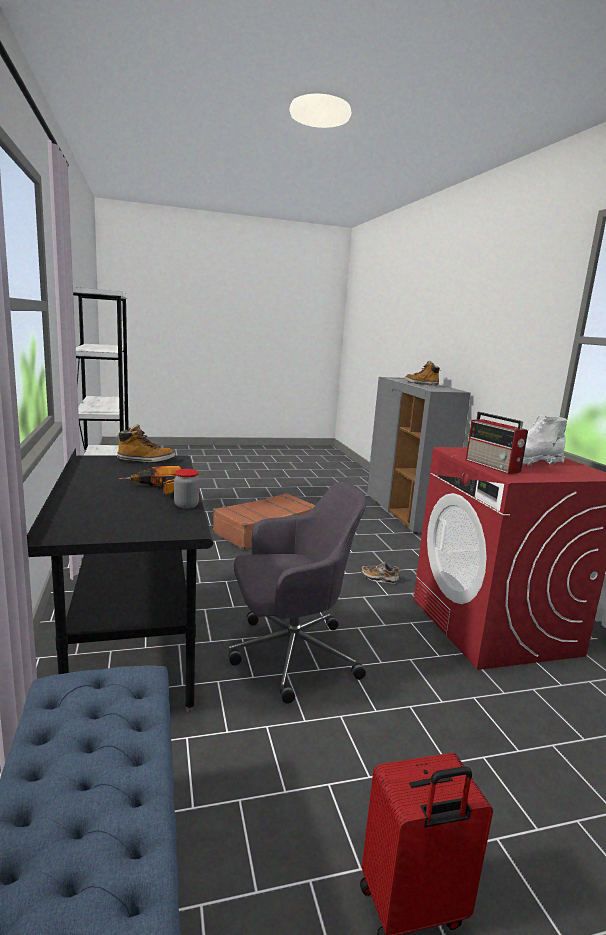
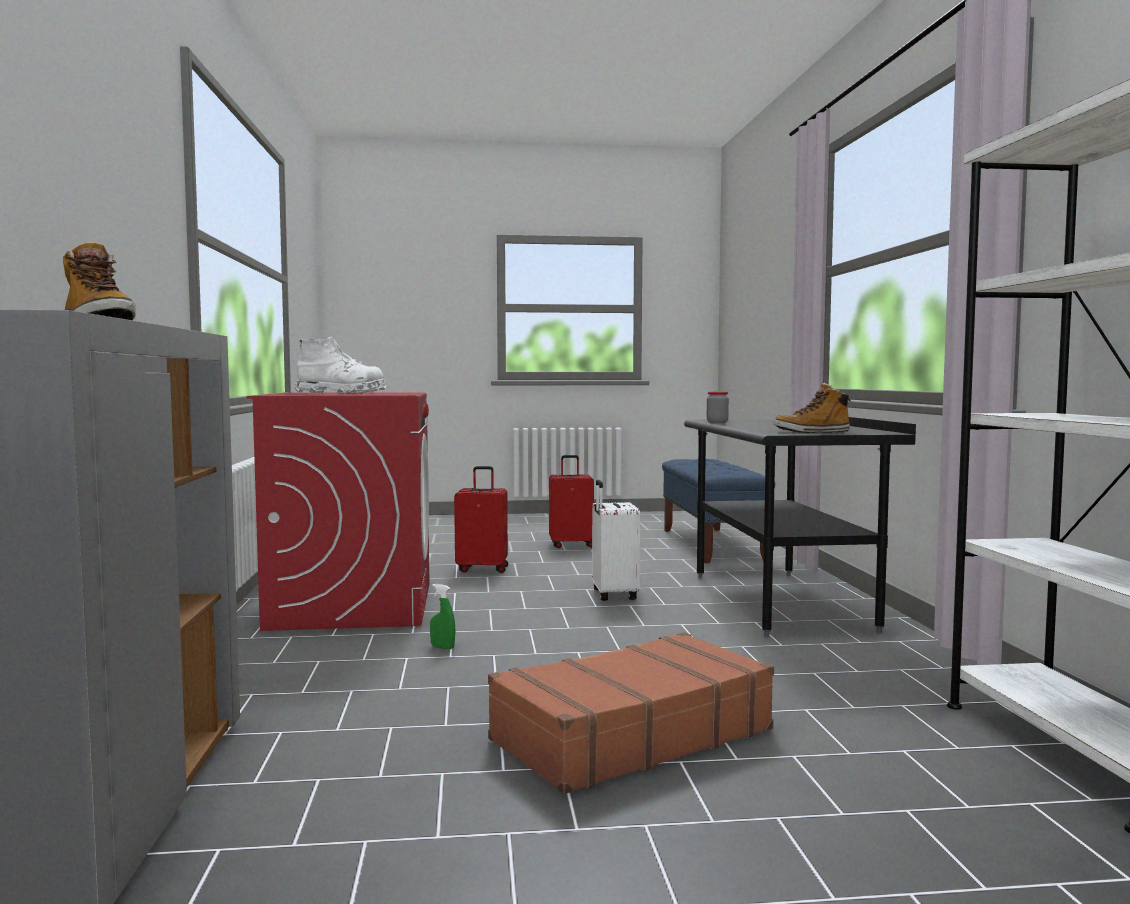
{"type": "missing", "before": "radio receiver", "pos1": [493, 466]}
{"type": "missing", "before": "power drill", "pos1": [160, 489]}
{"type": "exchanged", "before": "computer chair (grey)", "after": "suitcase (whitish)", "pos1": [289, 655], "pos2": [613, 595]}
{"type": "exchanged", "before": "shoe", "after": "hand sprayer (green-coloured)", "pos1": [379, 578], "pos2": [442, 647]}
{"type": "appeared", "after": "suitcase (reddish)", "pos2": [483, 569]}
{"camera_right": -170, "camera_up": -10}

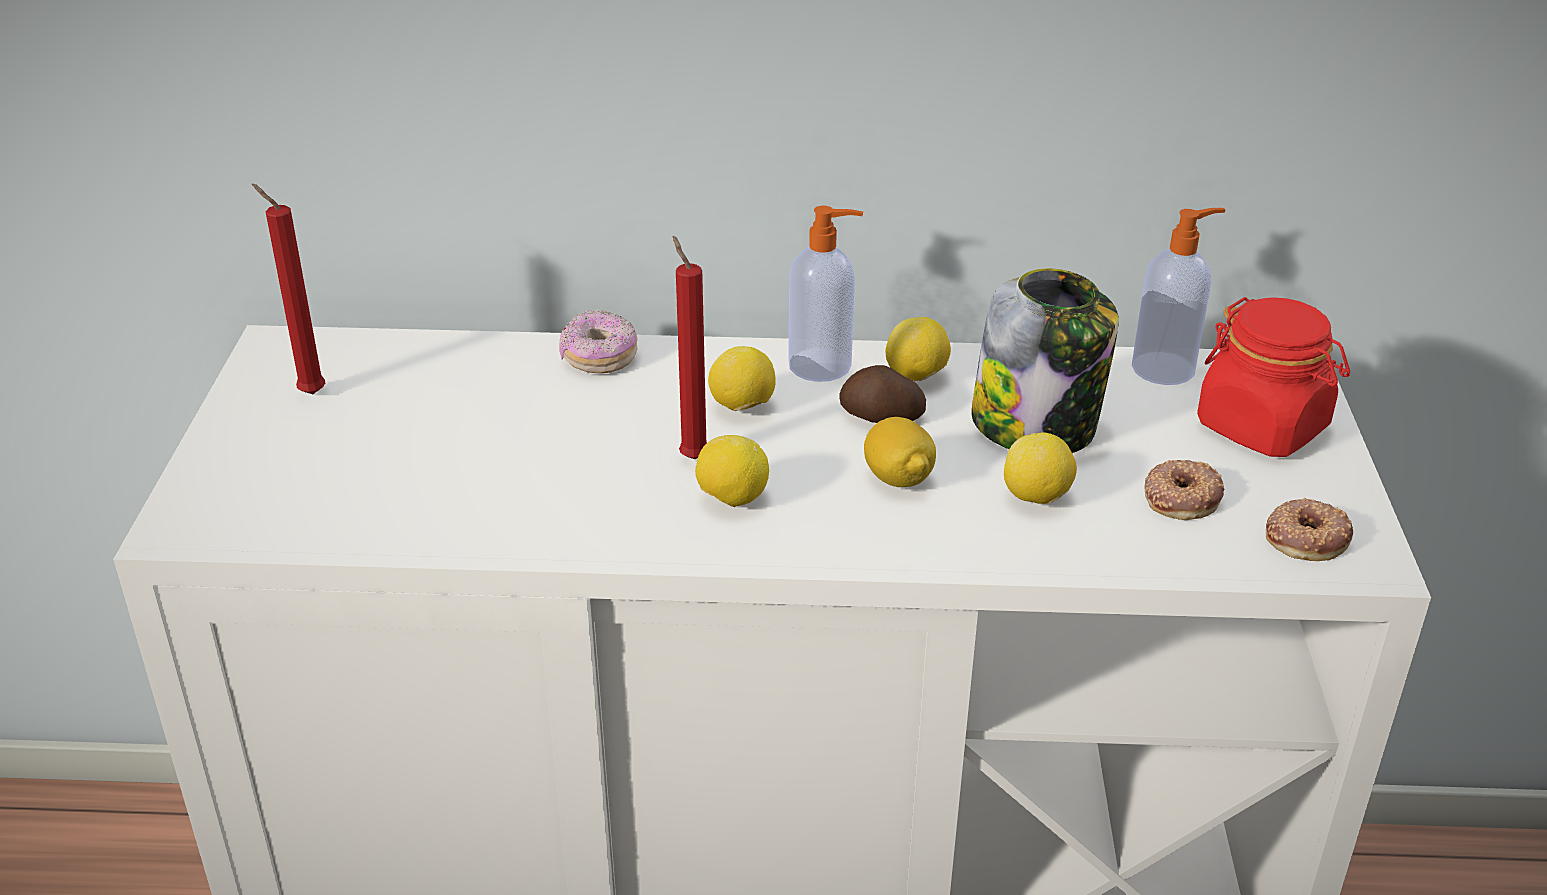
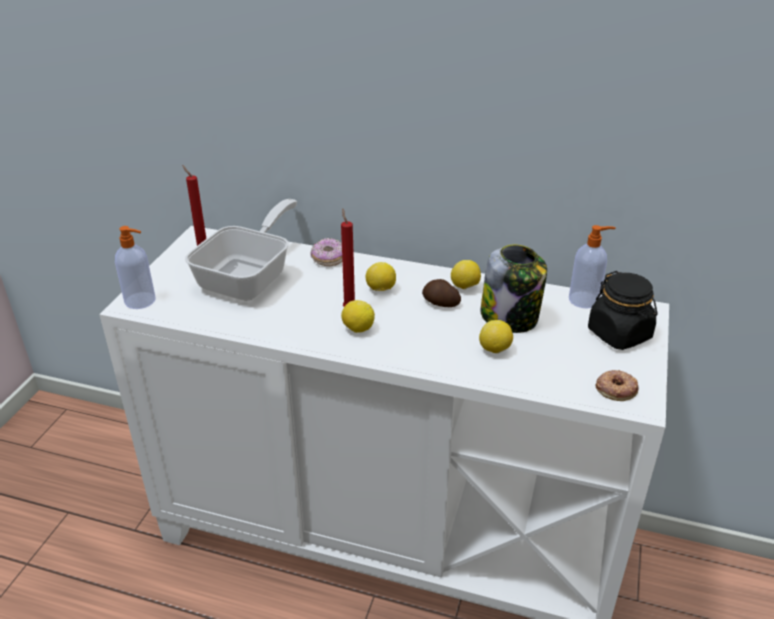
{"type": "relocated", "before": "soap bottle", "pos1": [822, 365], "pos2": [141, 301]}
{"type": "colour", "before": "storage jar (reddish)", "after": "storage jar (black)", "pos1": [1262, 427], "pos2": [619, 334]}
{"type": "missing", "before": "whole lemon", "pos1": [898, 478]}
{"type": "missing", "before": "doughnut", "pos1": [1181, 497]}
{"type": "appeared", "after": "frying pan", "pos2": [250, 277]}
{"camera_right": 15, "camera_up": 0}

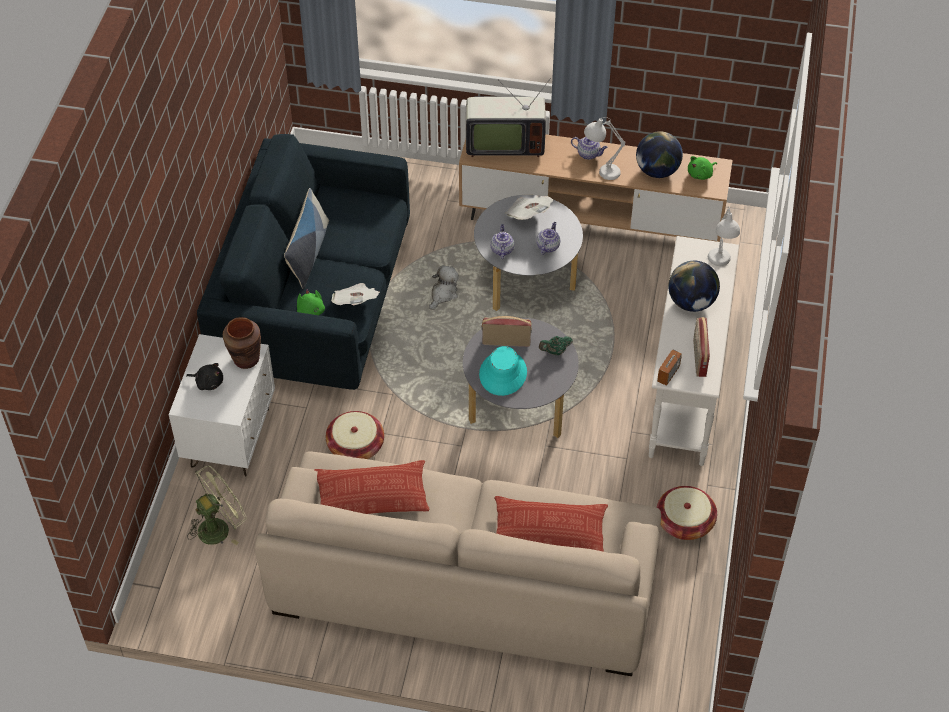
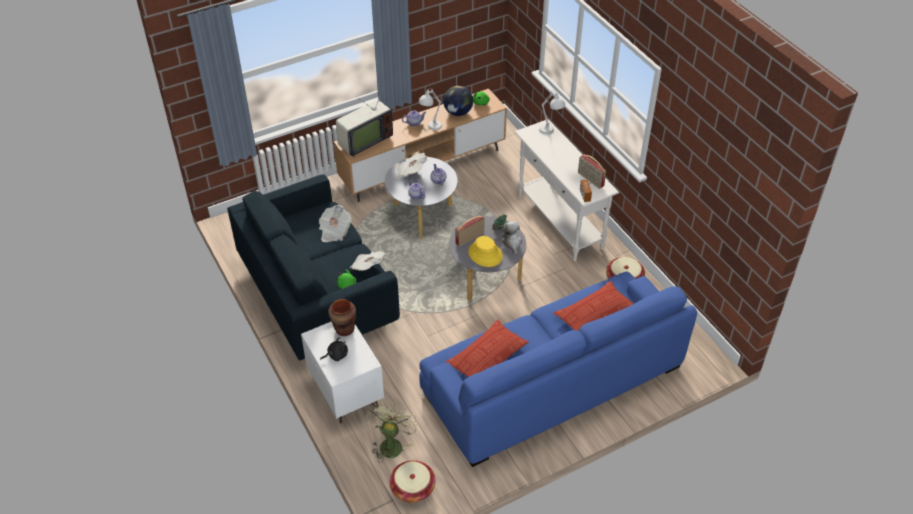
{"type": "missing", "before": "throw pillow", "pos1": [308, 253]}
{"type": "missing", "before": "desk globe", "pos1": [691, 302]}
{"type": "relocated", "before": "plush toy", "pos1": [443, 294], "pos2": [511, 242]}
{"type": "colour", "before": "wearable hat (turquoise-coloured)", "after": "wearable hat (yellow)", "pos1": [502, 373], "pos2": [485, 254]}
{"type": "relocated", "before": "household basket", "pos1": [355, 446], "pos2": [412, 488]}
{"type": "colour", "before": "couch (beige)", "after": "couch (bluish)", "pos1": [464, 580], "pos2": [552, 379]}
{"type": "appeared", "after": "daily paper", "pos2": [334, 231]}
{"camera_right": -40, "camera_up": -5}

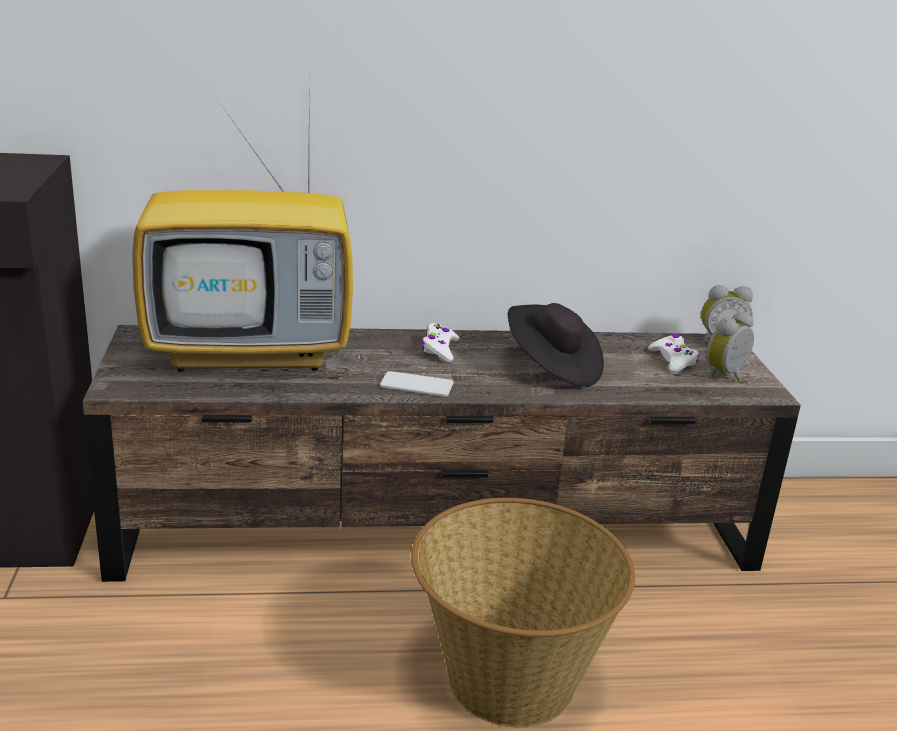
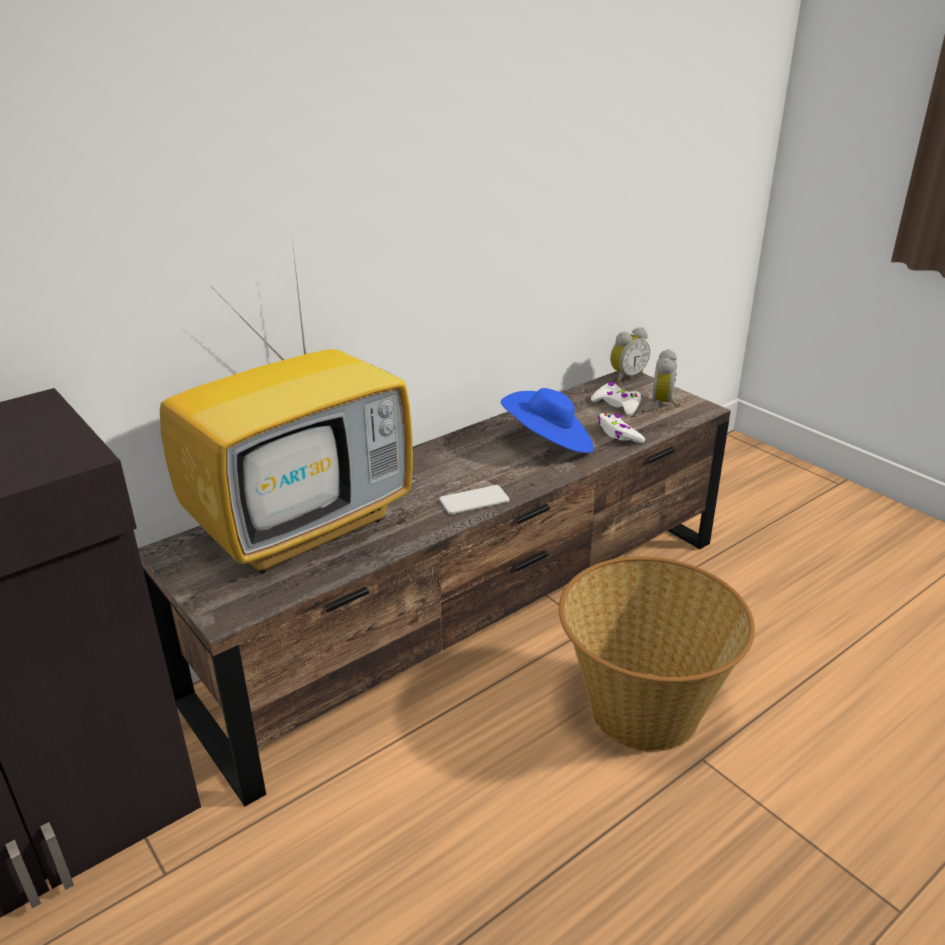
{"type": "colour", "before": "wearable hat (black)", "after": "wearable hat (bluish)", "pos1": [552, 367], "pos2": [548, 443]}
{"type": "relocated", "before": "joypad (whitish)", "pos1": [439, 349], "pos2": [619, 434]}
{"camera_right": -30, "camera_up": 5}

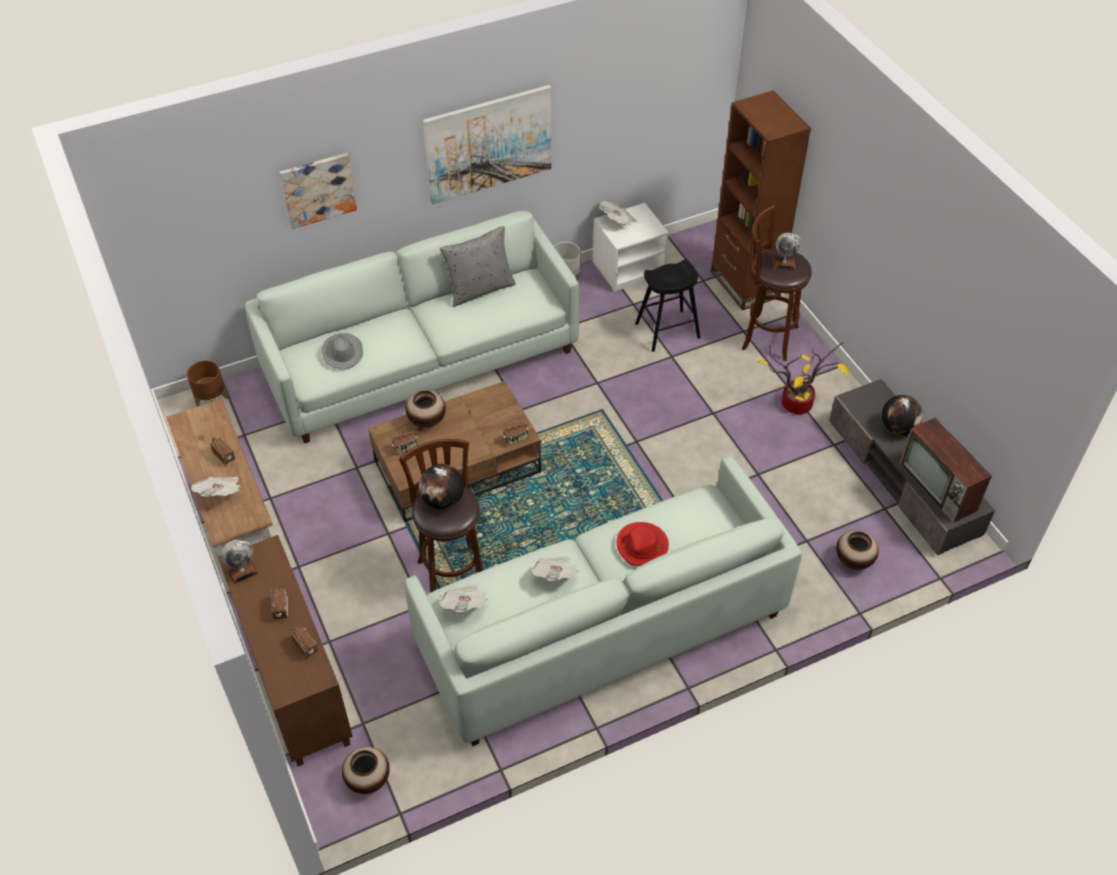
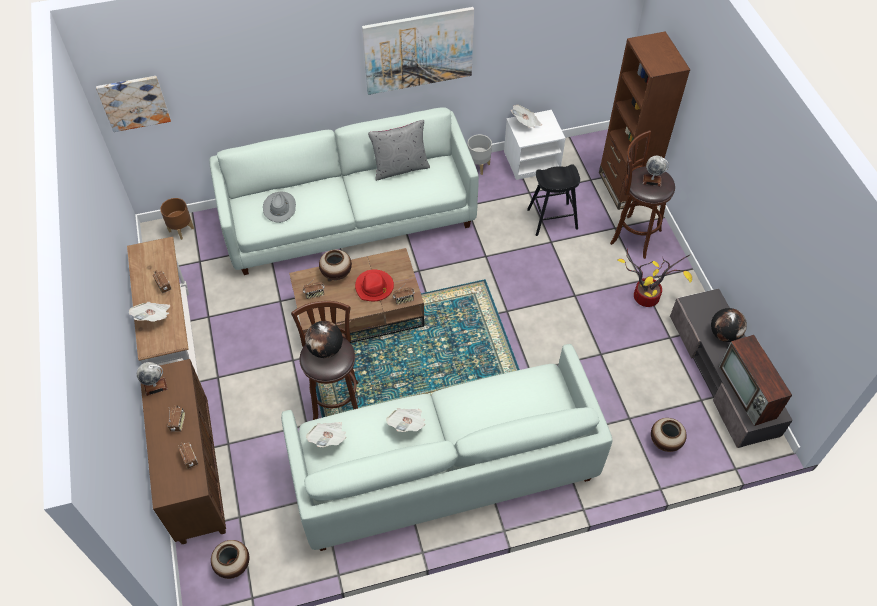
{"type": "relocated", "before": "picture", "pos1": [318, 189], "pos2": [134, 102]}
{"type": "relocated", "before": "wearable hat (reddish)", "pos1": [642, 546], "pos2": [374, 287]}
{"camera_right": 10, "camera_up": 5}

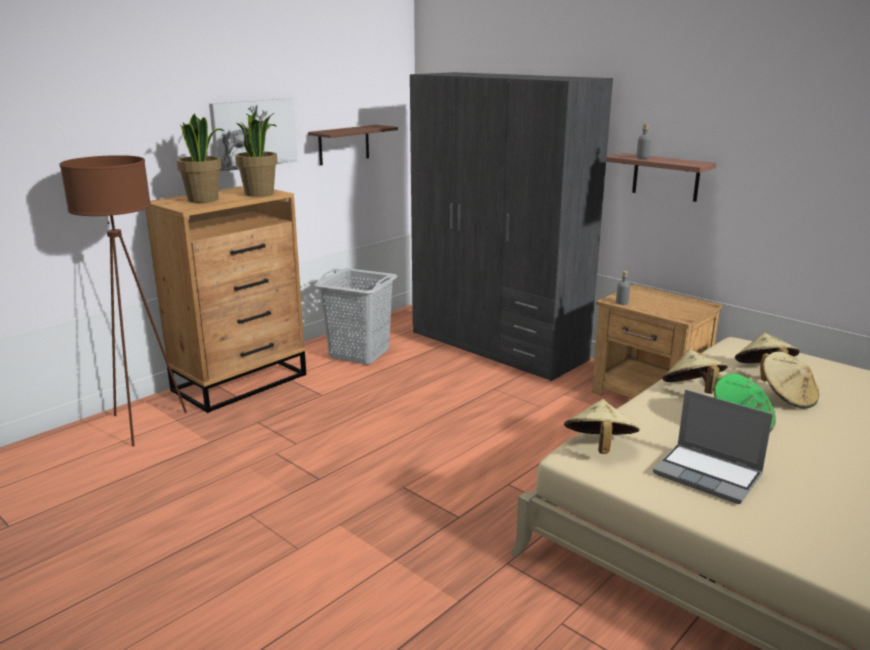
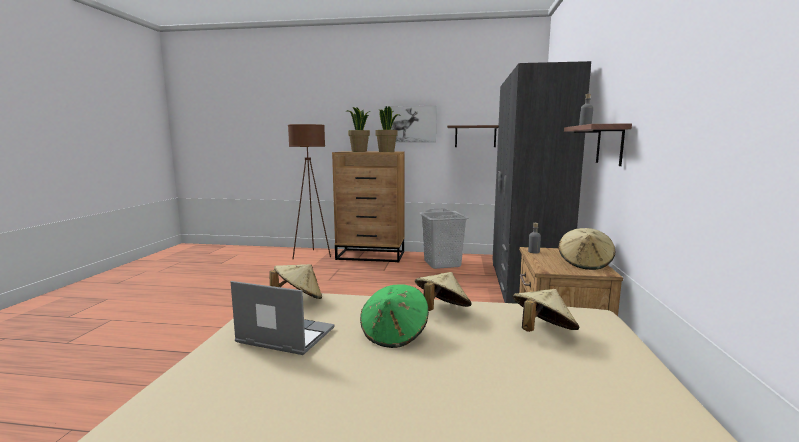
{"type": "relocated", "before": "wearable hat (beige)", "pos1": [787, 398], "pos2": [585, 263]}
{"type": "spun", "before": "notebook computer", "pos1": [709, 475], "pos2": [284, 336], "turn": 105}
{"camera_right": 55, "camera_up": -10}

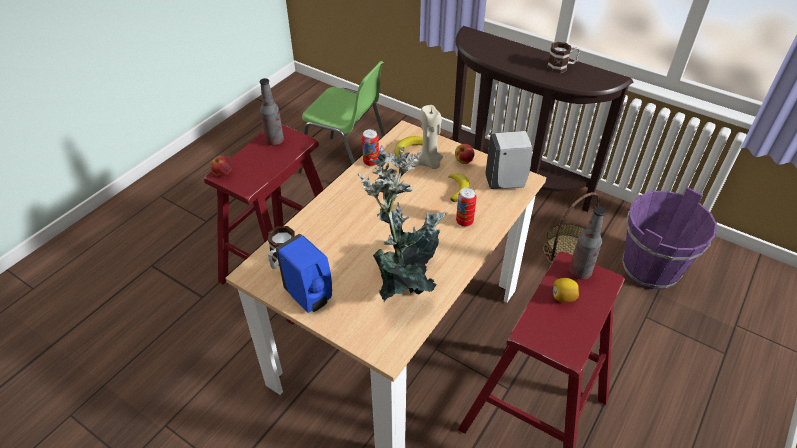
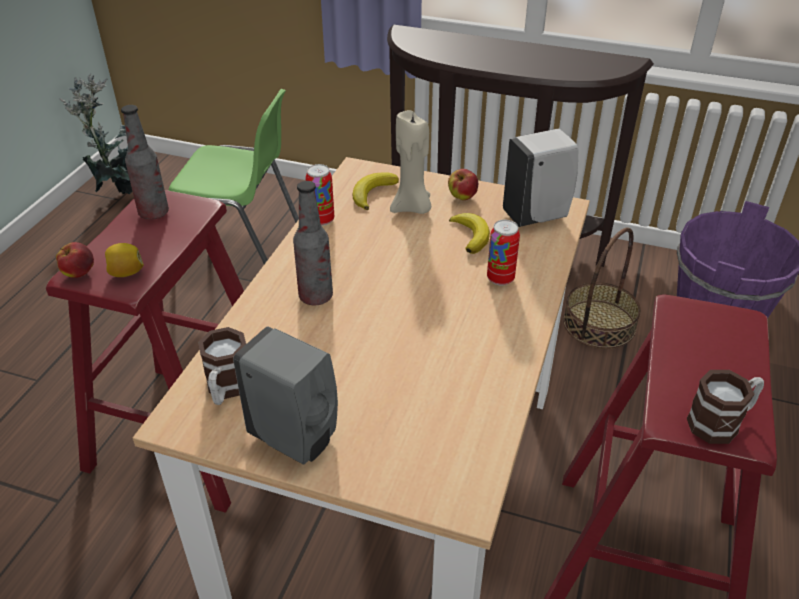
{"type": "relocated", "before": "tea mug", "pos1": [561, 67], "pos2": [721, 422]}
{"type": "relocated", "before": "potted plant", "pos1": [404, 281], "pos2": [119, 190]}
{"type": "relocated", "before": "beverage bottle", "pos1": [579, 272], "pos2": [316, 297]}
{"type": "colour", "before": "soap bottle (bluish)", "after": "soap bottle (grey)", "pos1": [310, 297], "pos2": [296, 439]}
{"type": "relocated", "before": "whole lemon", "pos1": [563, 297], "pos2": [126, 273]}
{"camera_right": -15, "camera_up": -5}

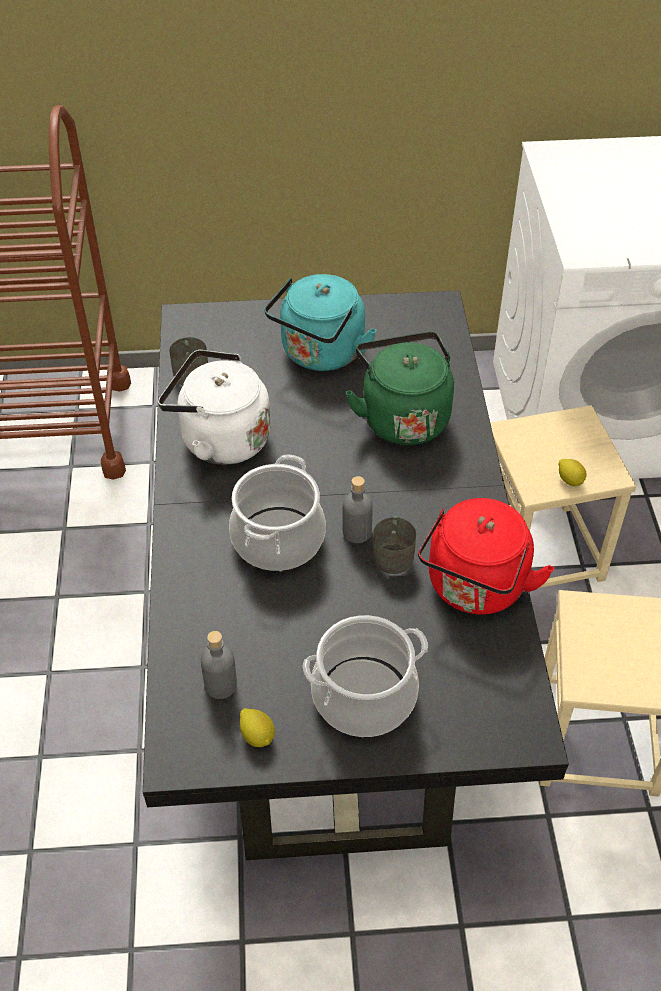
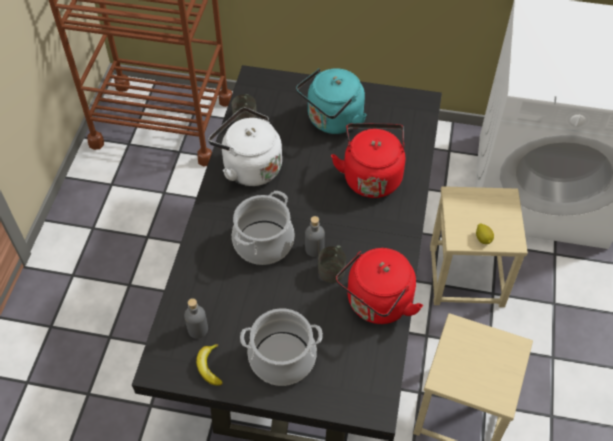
{"type": "colour", "before": "kettle (green-coloured)", "after": "kettle (reddish)", "pos1": [402, 417], "pos2": [371, 176]}
{"type": "exchanged", "before": "whole lemon", "after": "banana fruit", "pos1": [257, 735], "pos2": [209, 367]}
{"camera_right": 15, "camera_up": 5}

